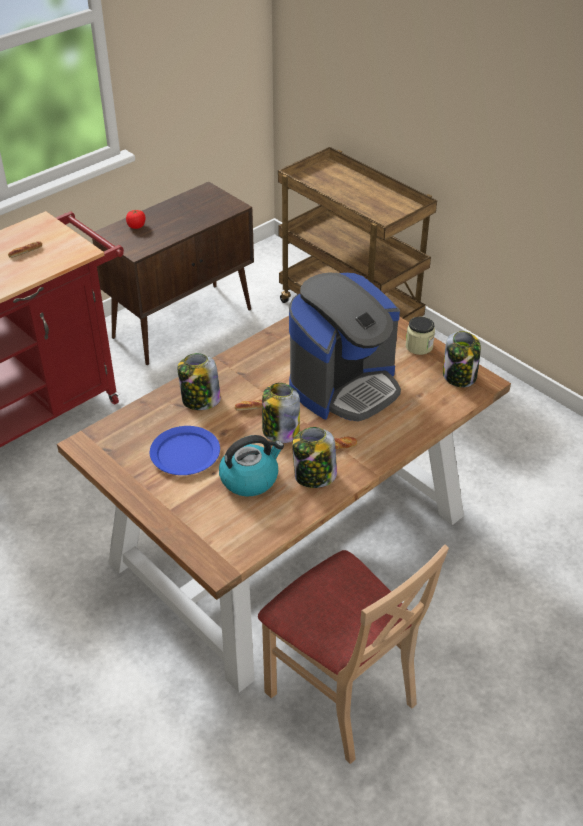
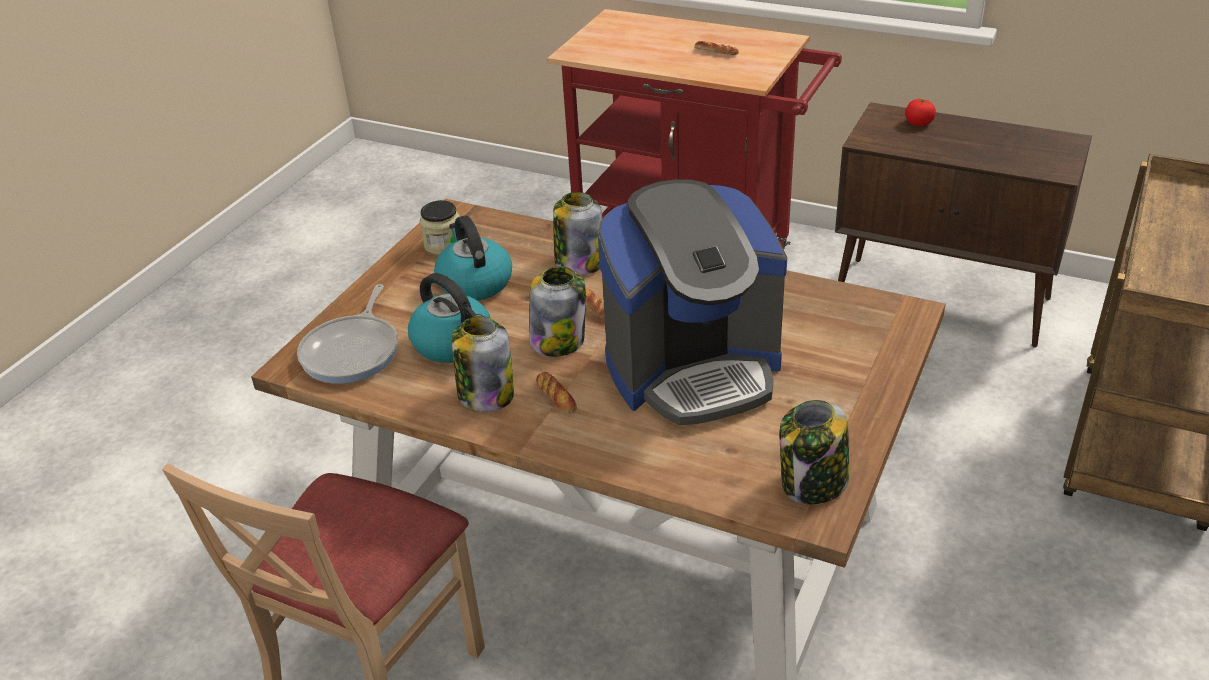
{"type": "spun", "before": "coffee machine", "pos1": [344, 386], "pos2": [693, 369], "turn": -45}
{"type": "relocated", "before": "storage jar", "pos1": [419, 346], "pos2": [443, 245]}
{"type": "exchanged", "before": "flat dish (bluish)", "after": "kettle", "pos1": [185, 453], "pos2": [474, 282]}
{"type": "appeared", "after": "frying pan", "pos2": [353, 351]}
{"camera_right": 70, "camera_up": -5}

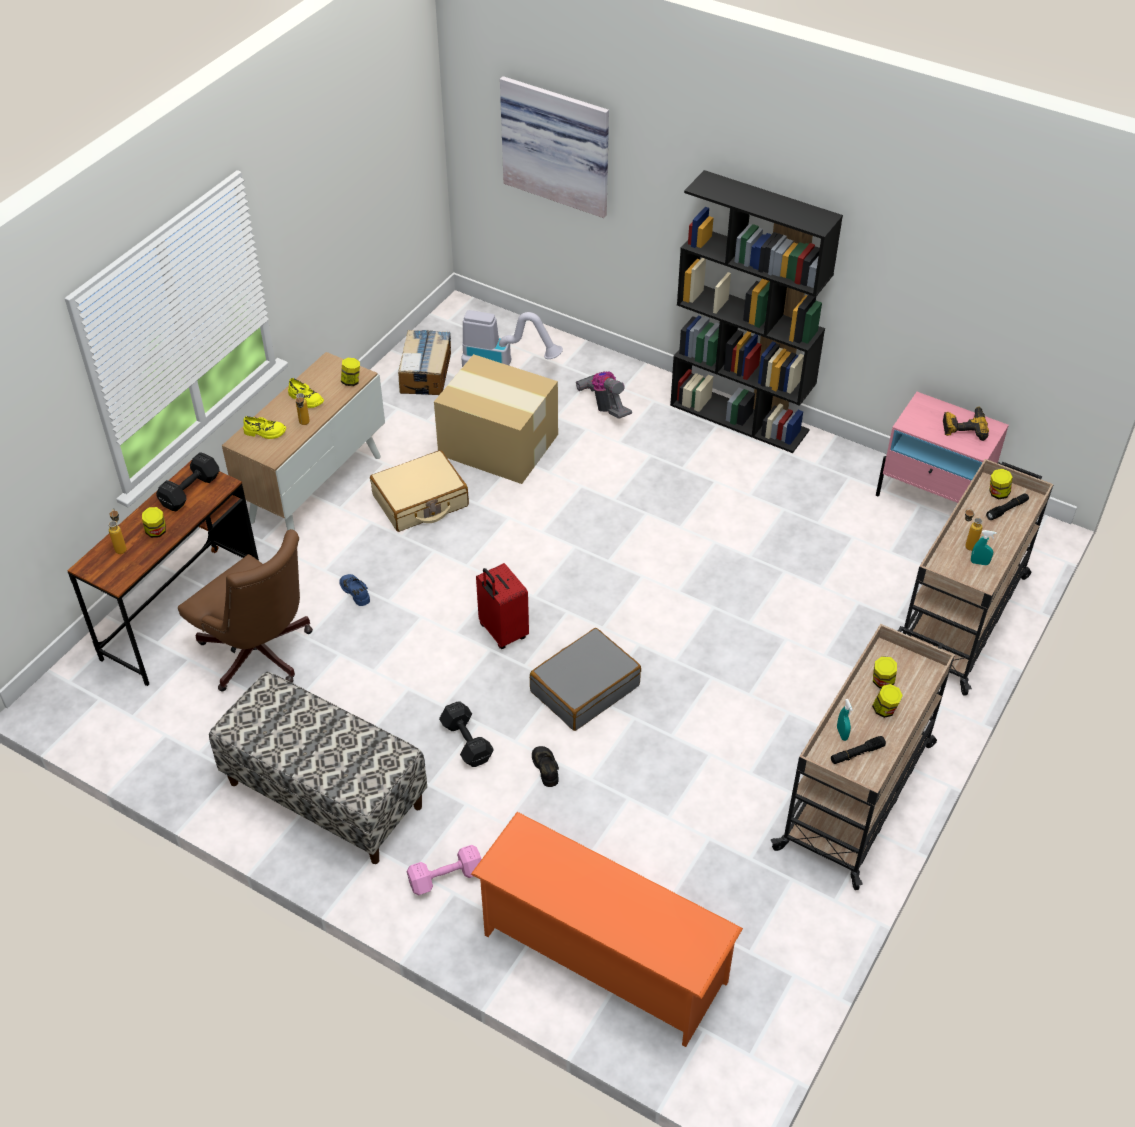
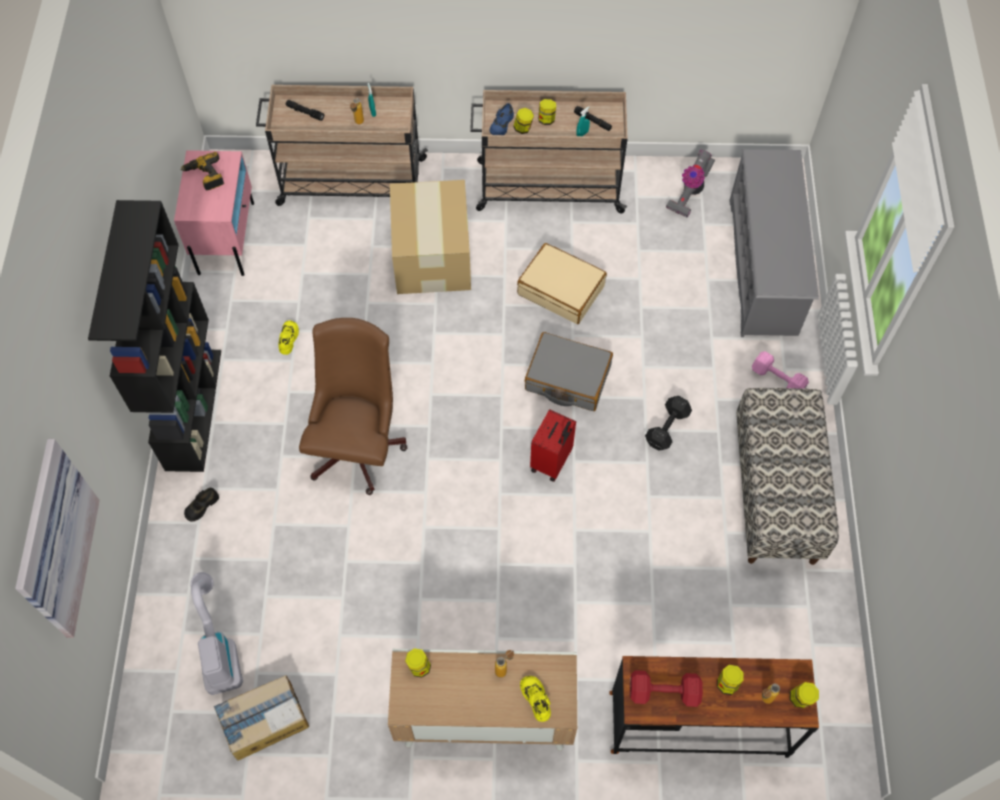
{"type": "relocated", "before": "packing box", "pos1": [499, 445], "pos2": [433, 254]}
{"type": "relocated", "before": "vacuum", "pos1": [604, 406], "pos2": [690, 192]}
{"type": "relocated", "before": "shoe (yellow)", "pos1": [305, 399], "pos2": [288, 338]}
{"type": "relocated", "before": "suitcase (beige)", "pos1": [420, 501], "pos2": [561, 290]}
{"type": "colour", "before": "free weight (black)", "after": "free weight (reddish)", "pos1": [189, 492], "pos2": [665, 692]}
{"type": "relocated", "before": "storage jar", "pos1": [998, 493], "pos2": [800, 698]}
{"type": "relocated", "before": "computer chair (brown)", "pos1": [260, 656], "pos2": [358, 444]}
{"type": "relocated", "before": "shoe (bluish)", "pos1": [355, 591], "pos2": [501, 124]}
{"type": "relocated", "before": "shoe (black)", "pos1": [546, 768], "pos2": [201, 506]}
{"type": "colour", "before": "shoe rack (orange-coloured)", "after": "shoe rack (grey)", "pos1": [602, 958], "pos2": [763, 267]}
{"camera_right": -120, "camera_up": 15}

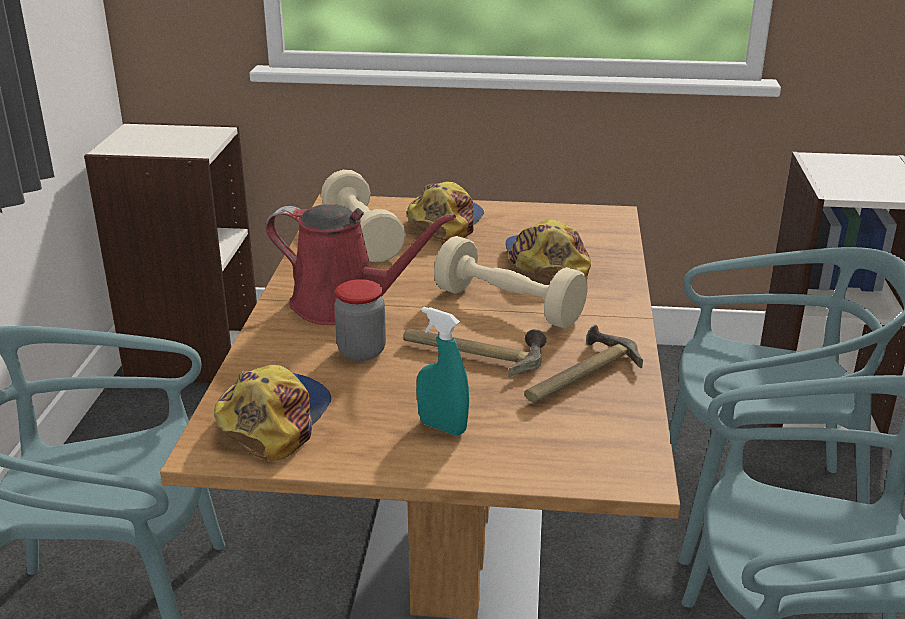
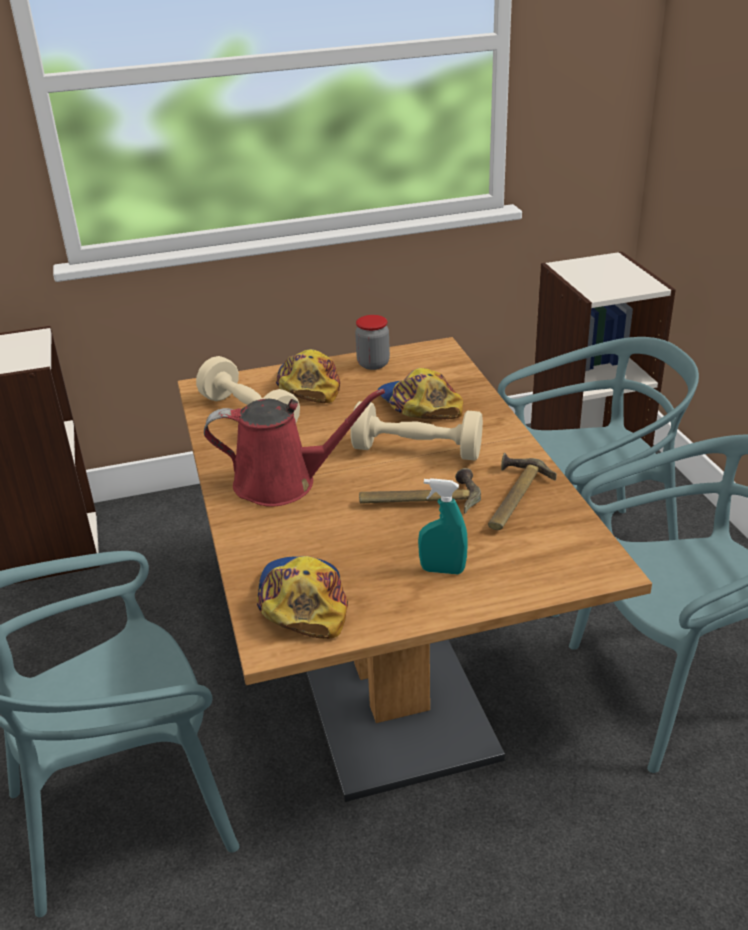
{"type": "relocated", "before": "storage jar", "pos1": [361, 351], "pos2": [373, 364]}
{"camera_right": -20, "camera_up": 5}

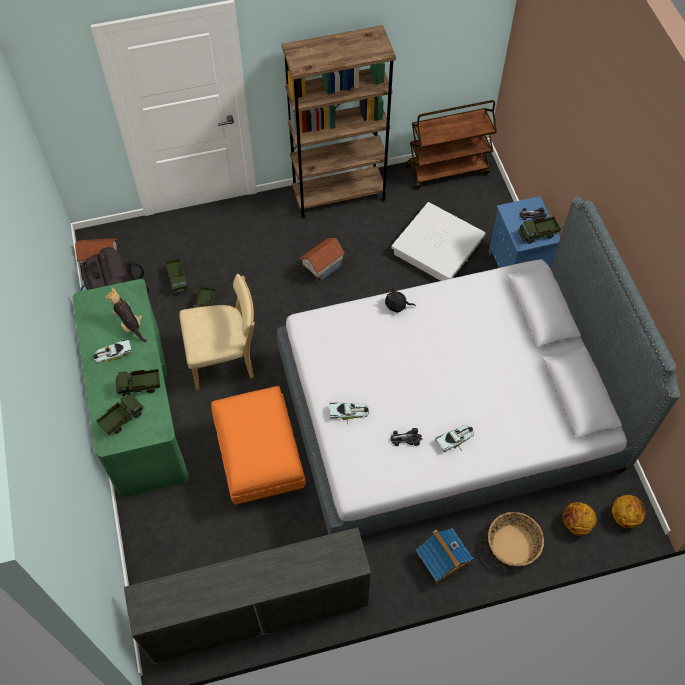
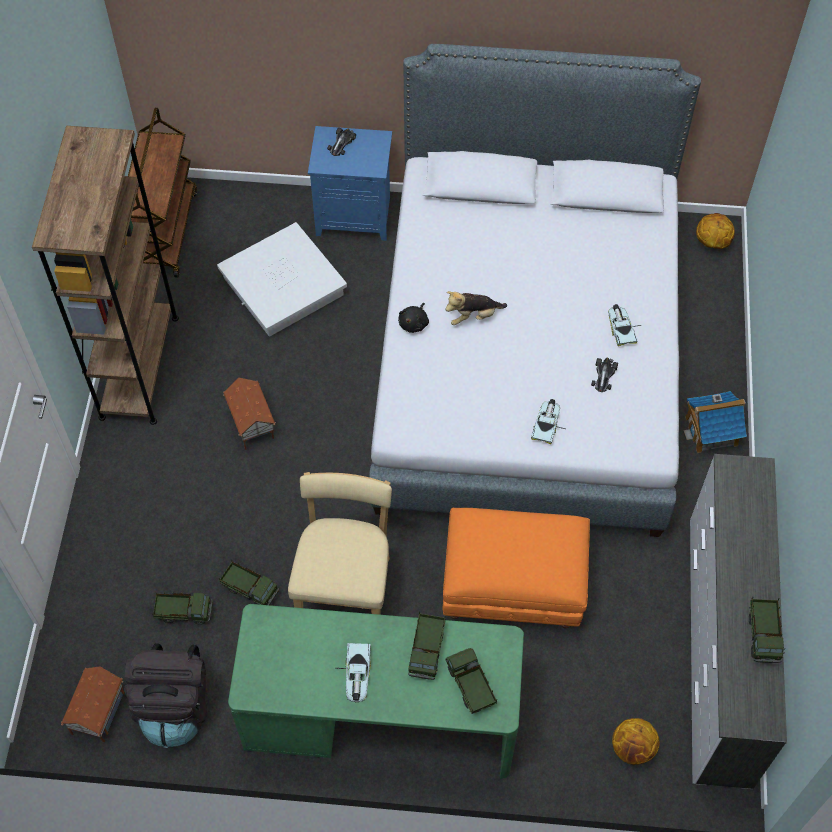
{"type": "relocated", "before": "model truck", "pos1": [538, 235], "pos2": [763, 635]}
{"type": "relocated", "before": "plush toy", "pos1": [129, 324], "pos2": [473, 316]}
{"type": "relocated", "before": "basketball", "pos1": [575, 524], "pos2": [633, 749]}
{"type": "missing", "before": "household basket", "pos1": [512, 544]}
{"camera_right": -70, "camera_up": 0}

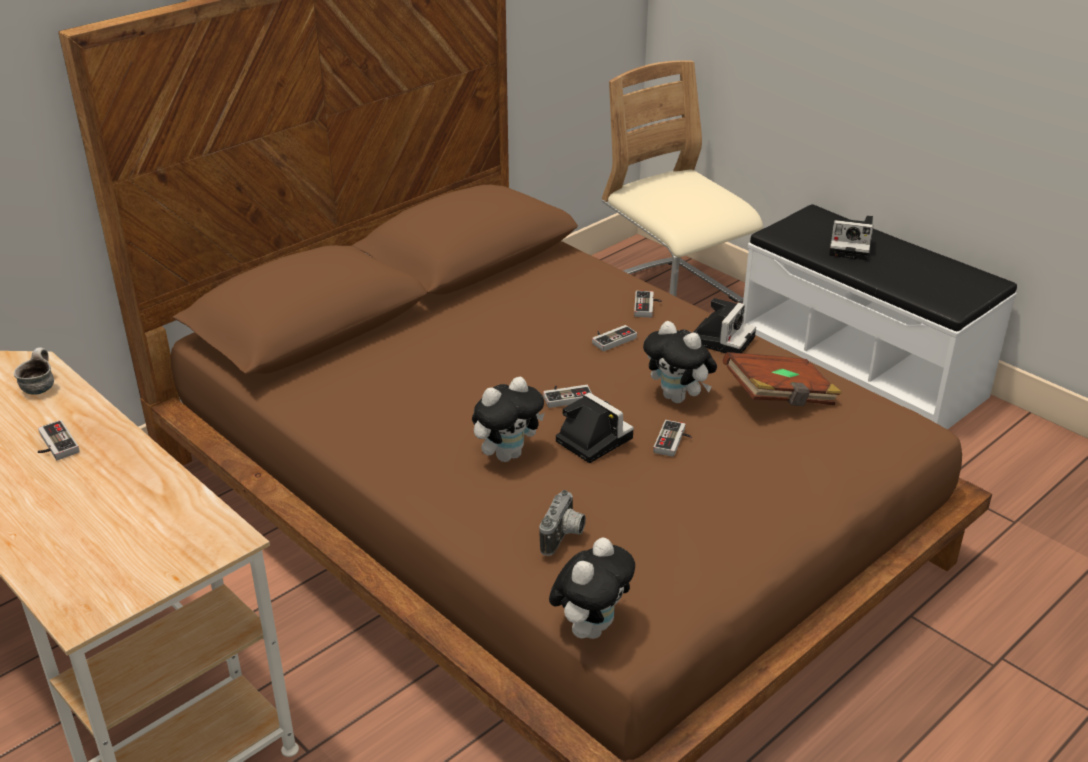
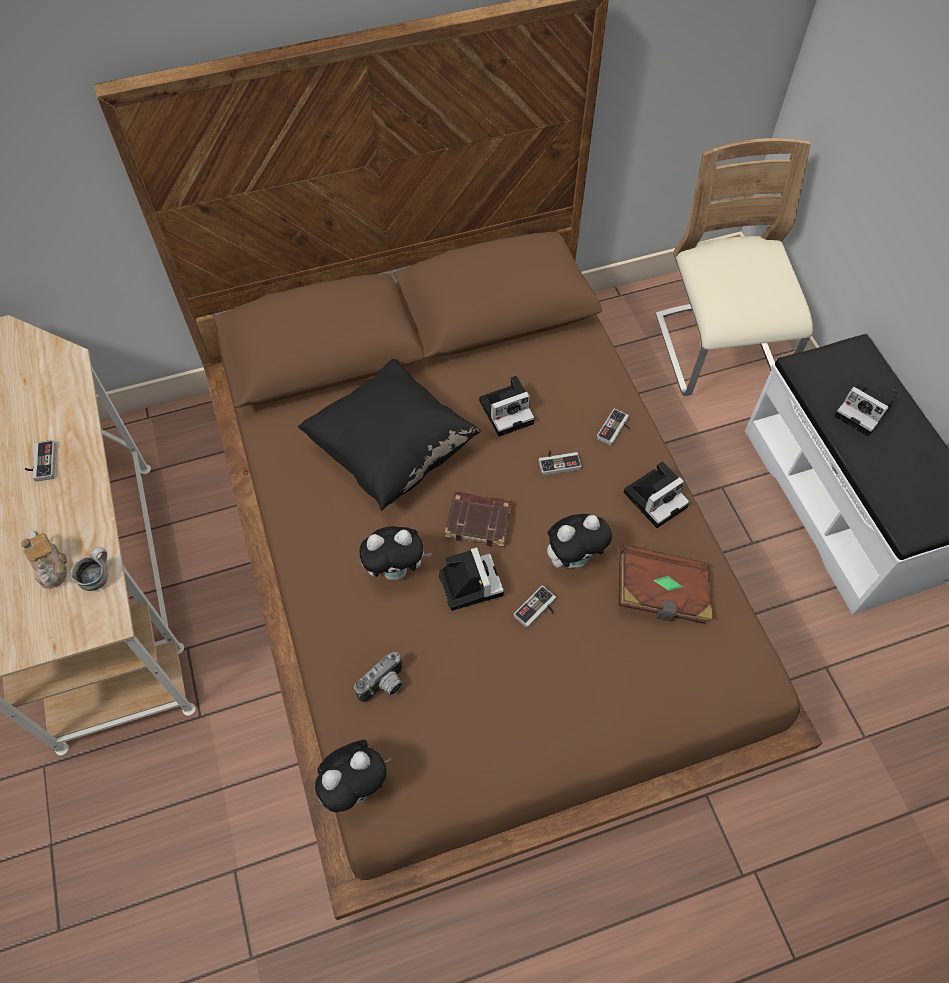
{"type": "spun", "before": "plush toy", "pos1": [678, 398], "pos2": [574, 558], "turn": -90}
{"type": "relocated", "before": "tea mug", "pos1": [39, 387], "pos2": [97, 576]}
{"type": "exchanged", "before": "joypad", "after": "bound book (brown)", "pos1": [566, 396], "pos2": [479, 521]}
{"type": "appeared", "after": "throw pillow (black)", "pos2": [391, 451]}
{"type": "appeared", "after": "still camera", "pos2": [508, 410]}
{"type": "appeared", "after": "pot for tea", "pos2": [51, 567]}
{"camera_right": 25, "camera_up": 25}

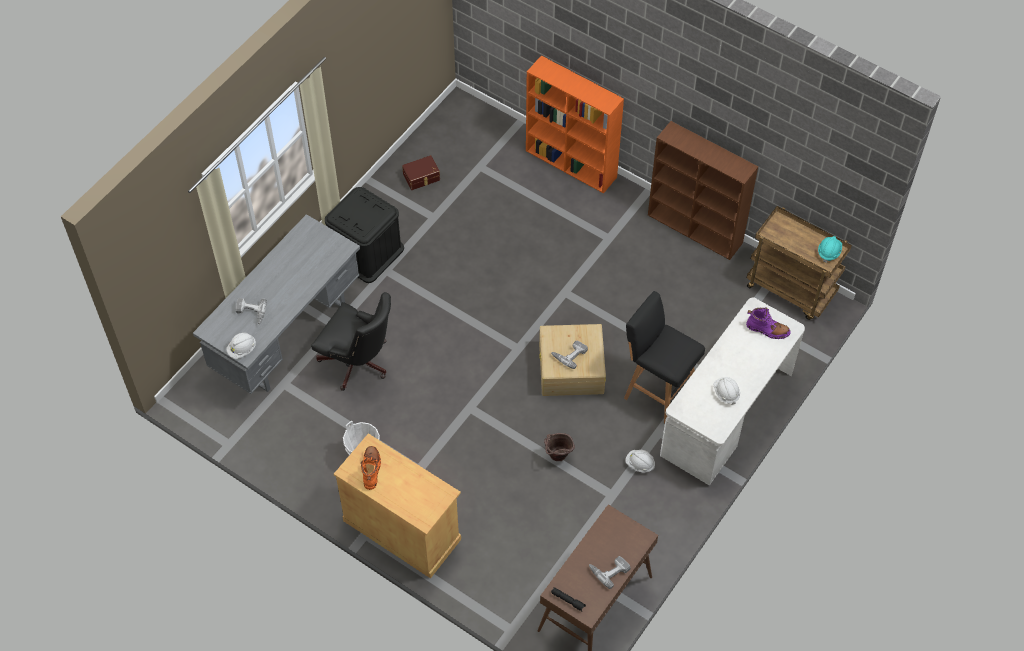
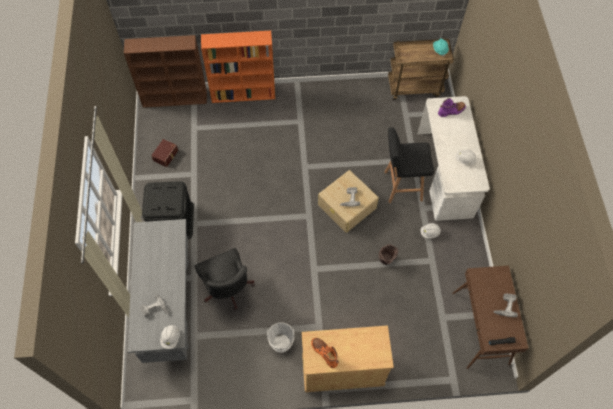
{"type": "relocated", "before": "bookshelf (brown)", "pos1": [696, 229], "pos2": [175, 98]}
{"type": "spun", "before": "computer chair (black)", "pos1": [359, 363], "pos2": [228, 290], "turn": 75}
{"camera_right": -40, "camera_up": 5}

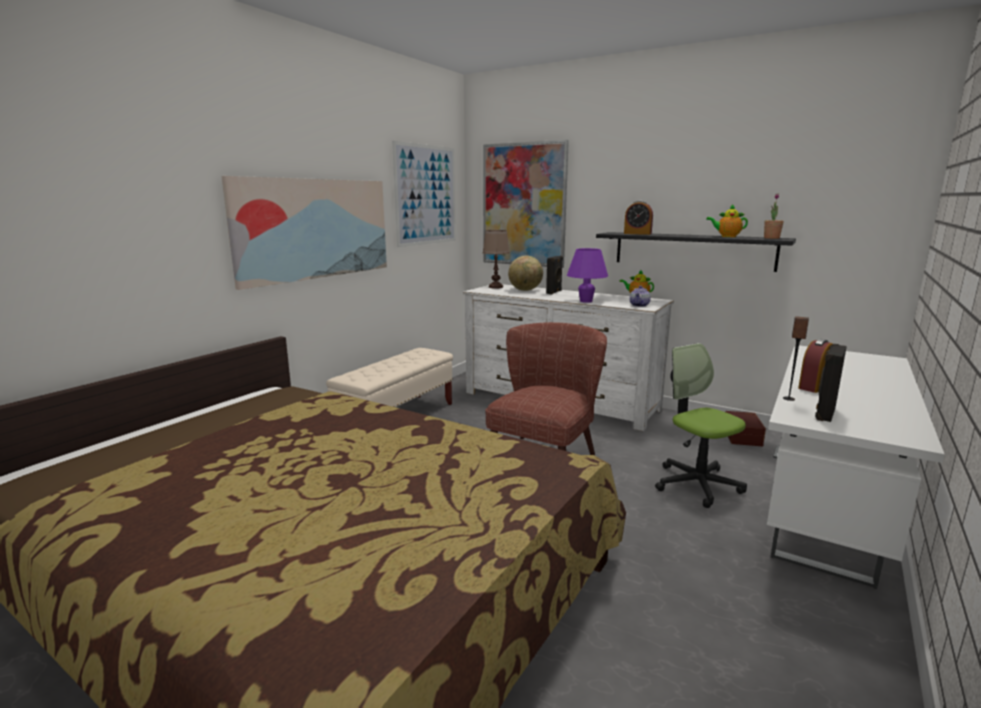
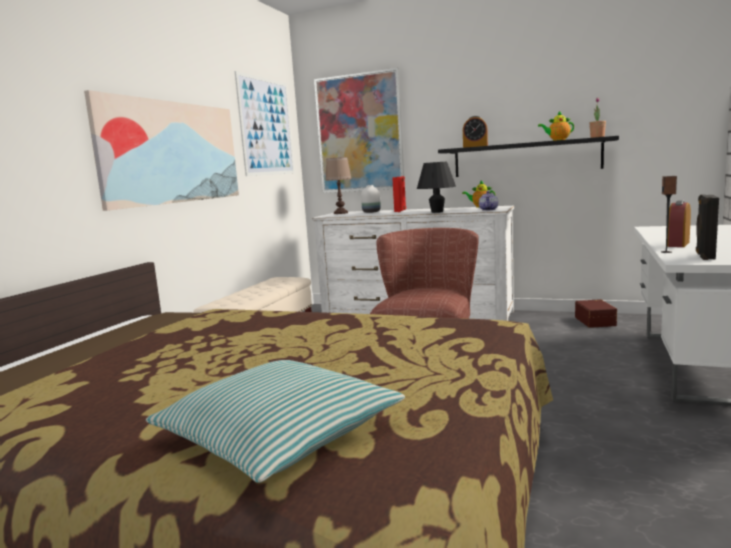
{"type": "colour", "before": "tabletop lamp (purplish)", "after": "tabletop lamp (black)", "pos1": [586, 301], "pos2": [437, 212]}
{"type": "exchanged", "before": "desk globe", "after": "flower vase (whitish)", "pos1": [525, 290], "pos2": [372, 212]}
{"type": "colour", "before": "loudspeaker (black)", "after": "loudspeaker (reddish)", "pos1": [554, 292], "pos2": [400, 211]}
{"type": "missing", "before": "computer chair", "pos1": [697, 484]}
{"type": "appeared", "after": "throw pillow", "pos2": [279, 435]}
{"camera_right": -10, "camera_up": -5}

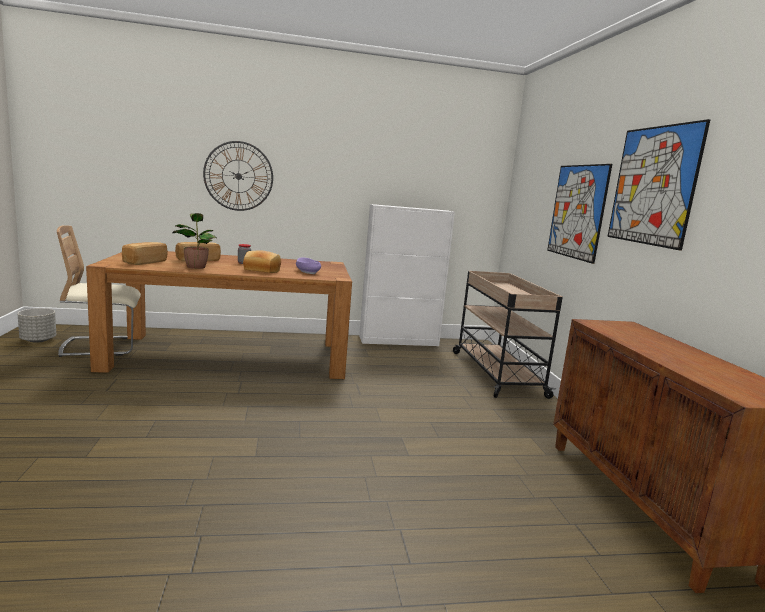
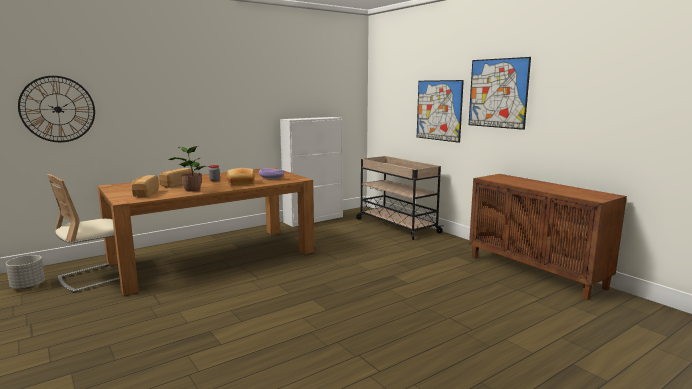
{"type": "relocated", "before": "clock on the wall", "pos1": [238, 176], "pos2": [58, 109]}
{"camera_right": -25, "camera_up": 0}

